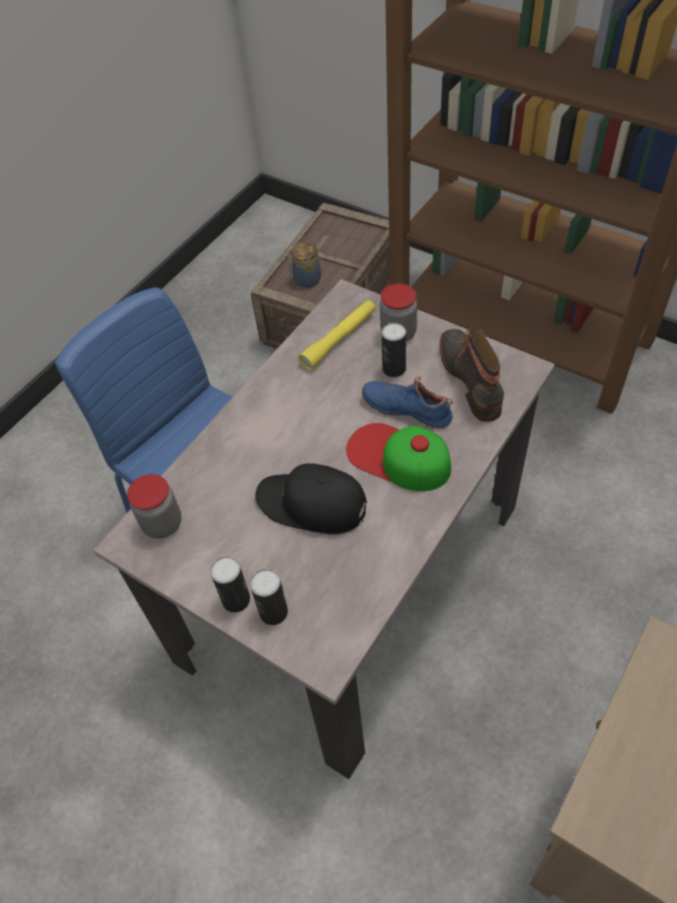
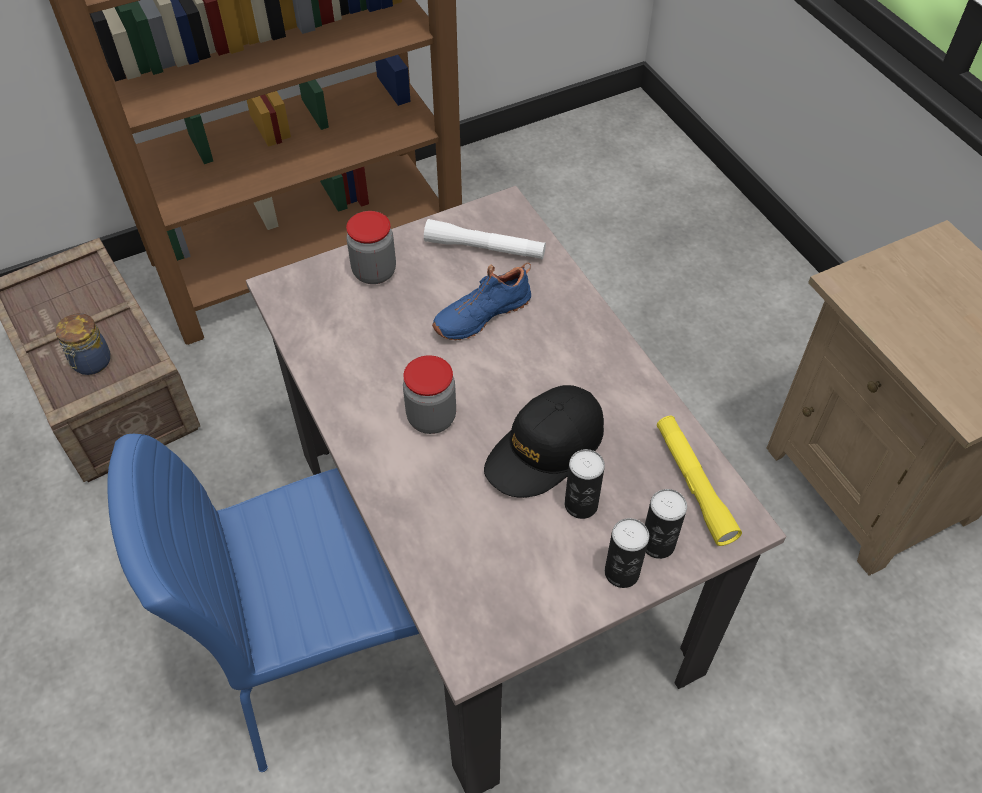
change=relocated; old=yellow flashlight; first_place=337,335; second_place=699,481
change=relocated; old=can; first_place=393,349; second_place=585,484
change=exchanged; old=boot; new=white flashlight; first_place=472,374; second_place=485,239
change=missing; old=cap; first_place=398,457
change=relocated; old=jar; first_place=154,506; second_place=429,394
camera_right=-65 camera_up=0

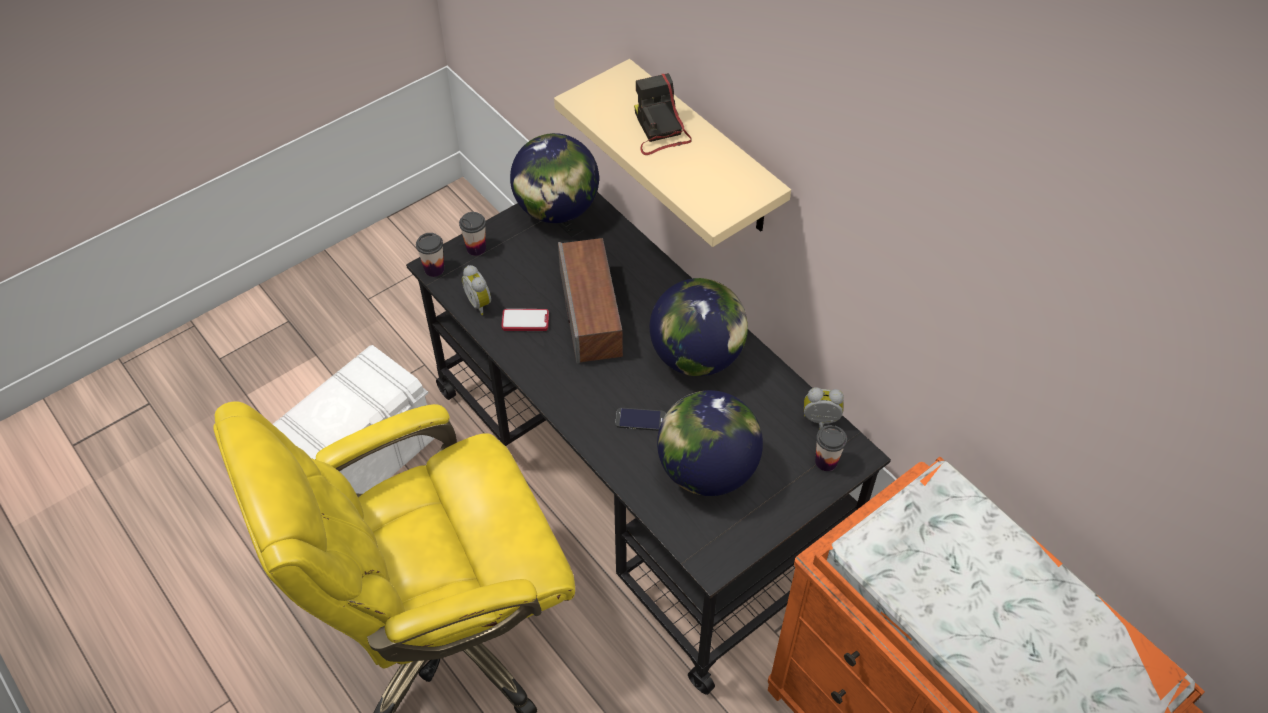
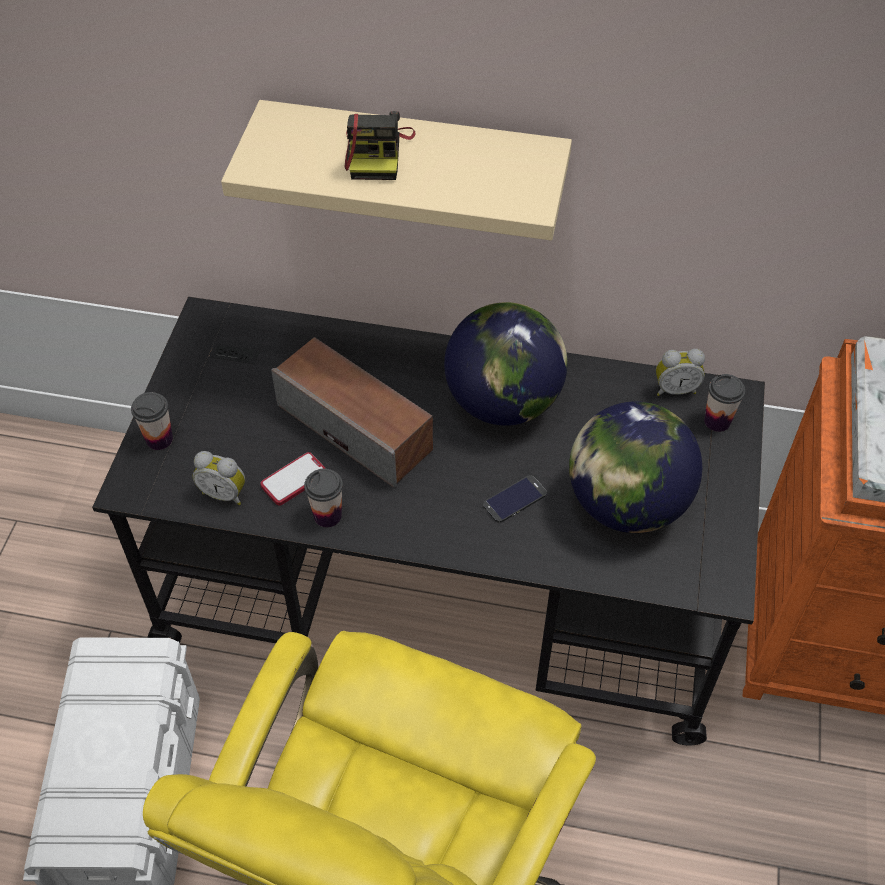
change=spun; old=photo camera; first_place=662,114; second_place=380,145; degrees=-120
change=missing; old=globe; first_place=554,178
change=relocated; old=cup; first_place=430,255; second_place=323,497
change=spun; old=alarm clock; first_place=824,408; second_place=680,372; degrees=-150
camera_right=-40 camera_up=0

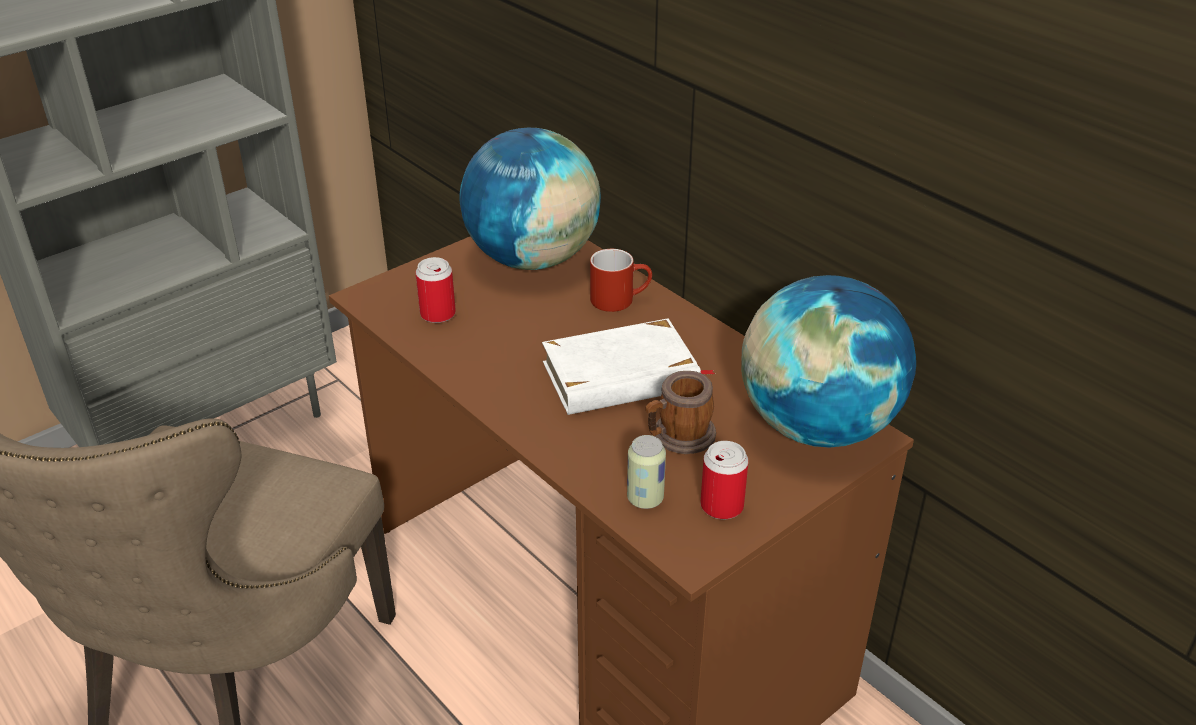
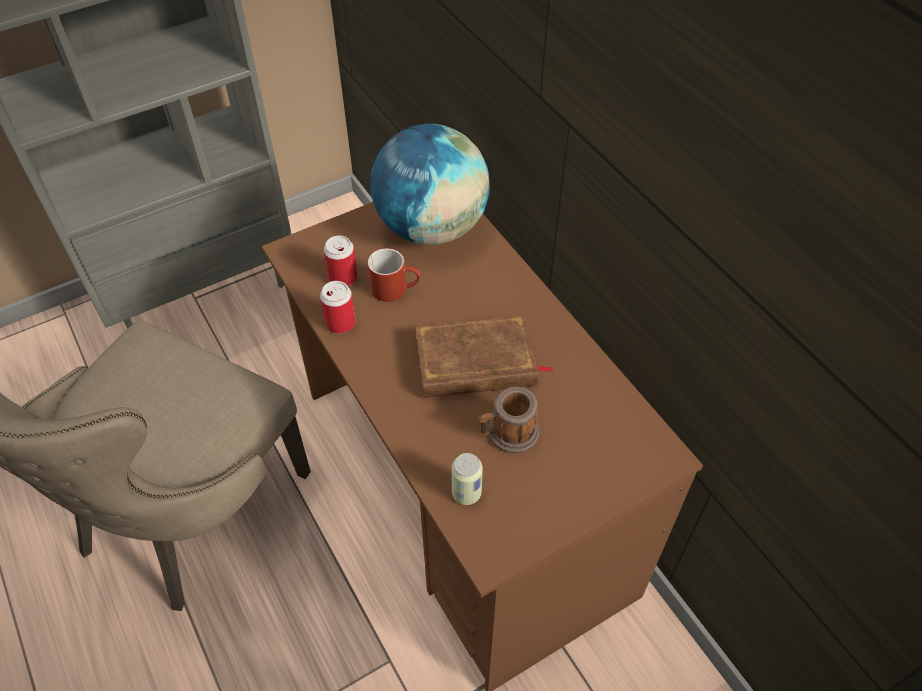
change=relocated; old=red mug; first_place=621,280; second_place=394,275
change=missing; old=globe; first_place=828,361
change=colour; old=white book; new=brown book; first_place=628,367; second_place=484,356
change=relocated; old=can; first_place=724,480; second_place=338,307
camera_right=10 camera_up=15

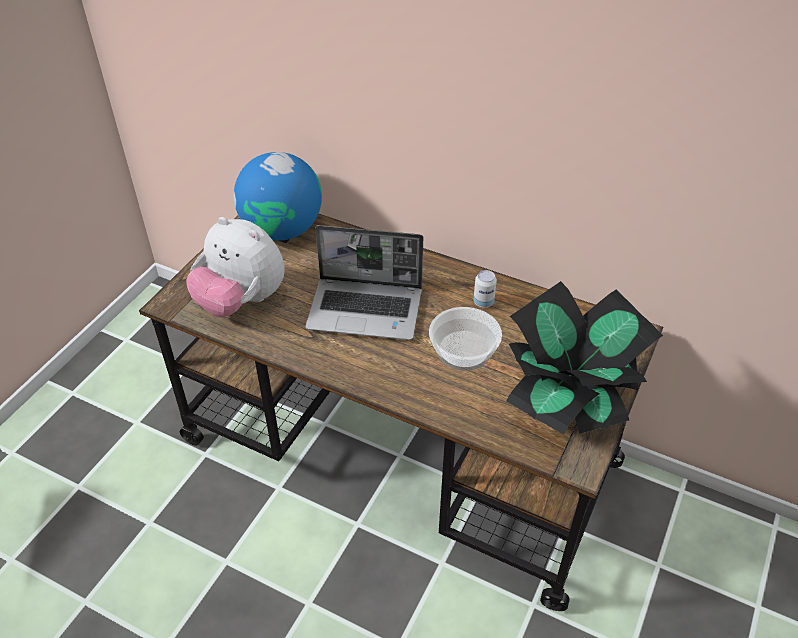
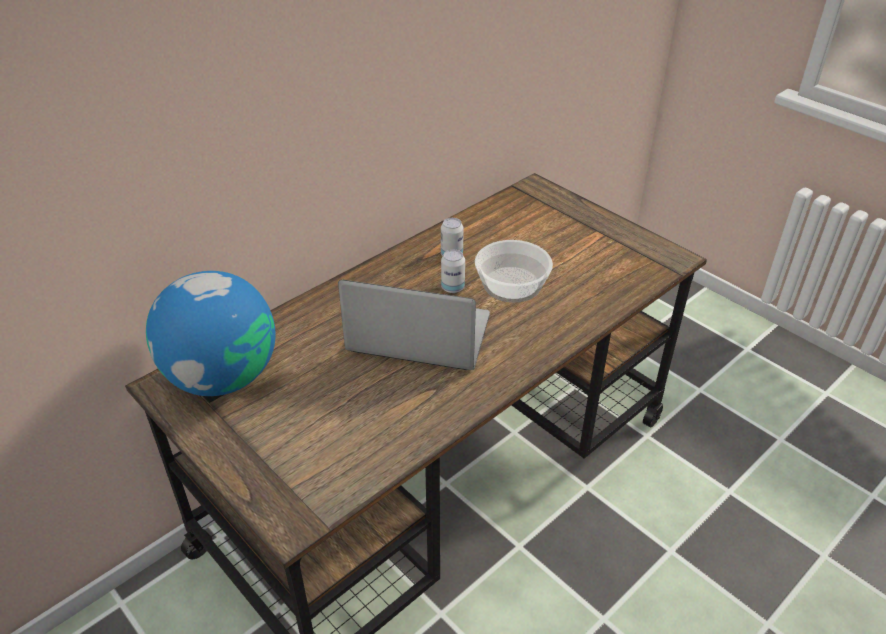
change=missing; old=plush toy; first_place=235,267
change=spun; old=laptop; first_place=364,282; second_place=414,325; degrees=-105
change=missing; old=potted plant; first_place=584,358
change=appeared; new=can; second_place=453,271
camera_right=-70 camera_up=-5

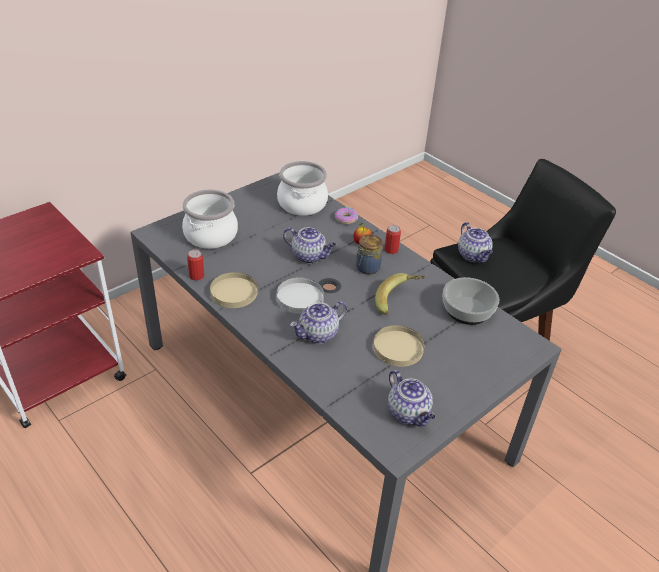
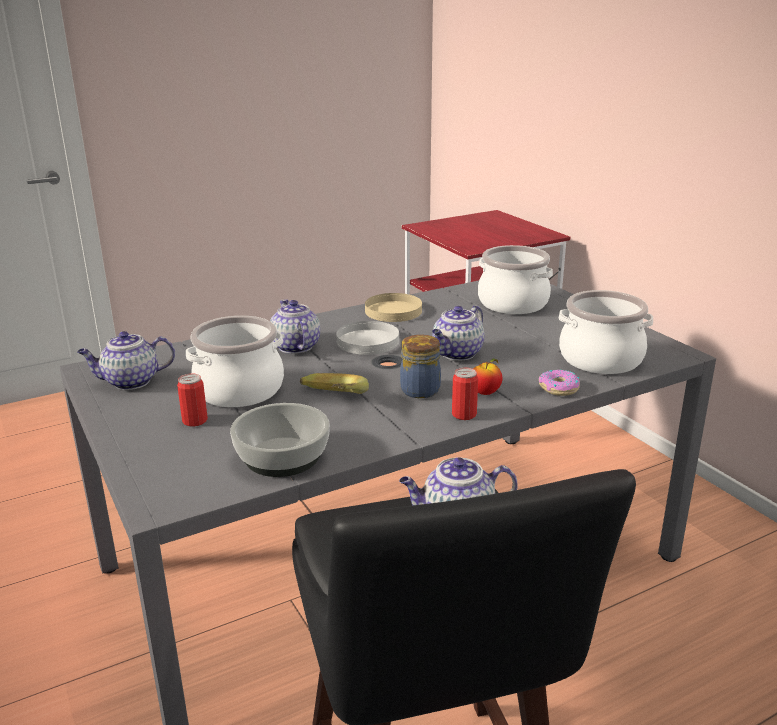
change=relocated; old=can; first_place=195,265; second_place=192,399
change=exchanged; old=beige plate; new=cooking pot; first_place=398,346; second_place=235,361
camera_right=105 camera_up=-15

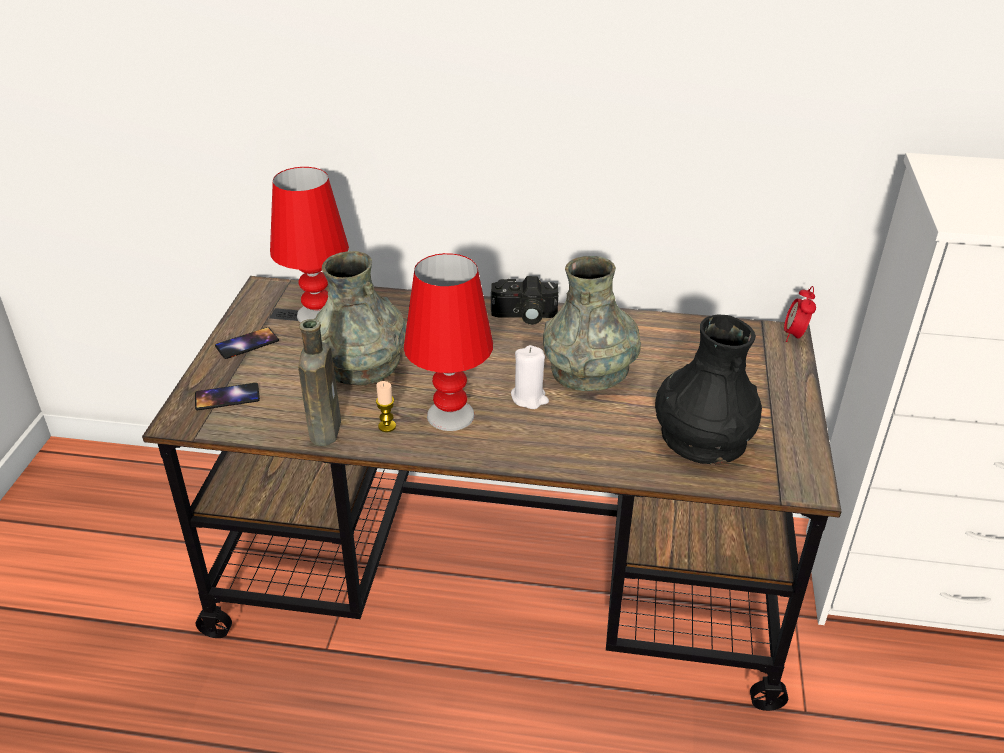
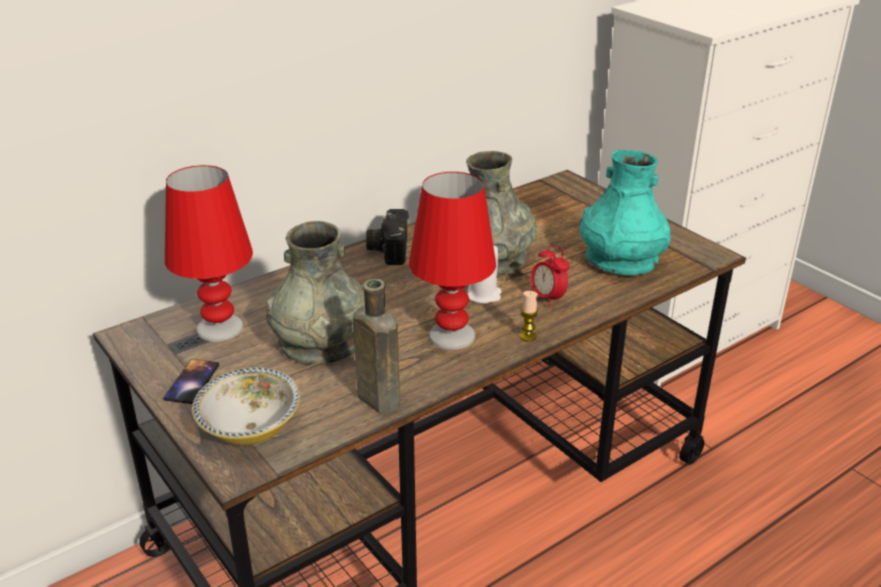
change=spun; old=photo camera; first_place=524,300; second_place=387,237; degrees=135
change=relocated; old=alarm clock; first_place=800,314; second_place=550,275
change=colour; old=black vase; new=turquoise vase; first_place=708,389; second_place=625,212
change=relocated; old=candle; first_place=386,406; second_place=528,316
change=exchanged; old=phone; new=bowl; first_place=227,396; second_place=246,406
camera_right=-45 camera_up=-5

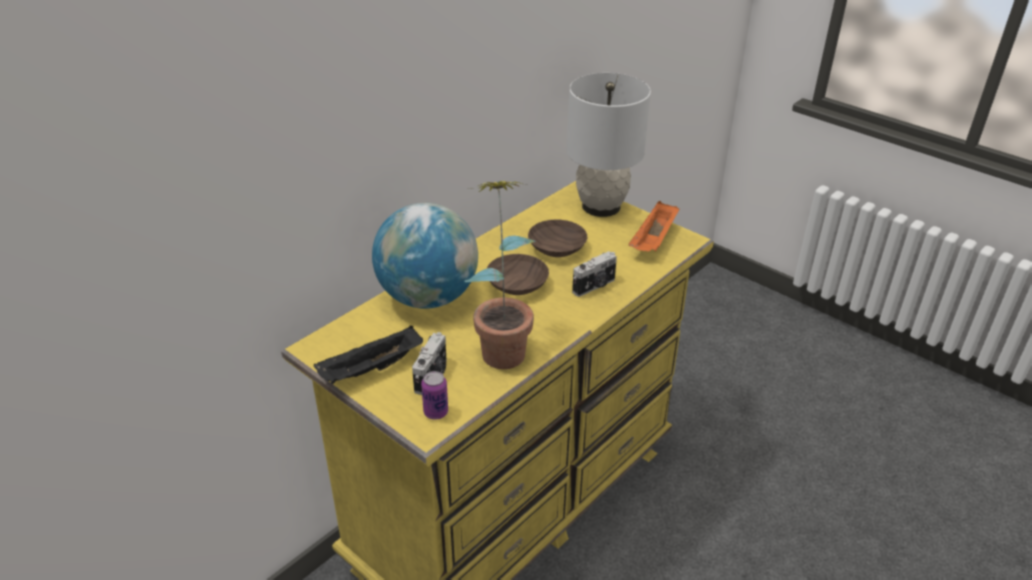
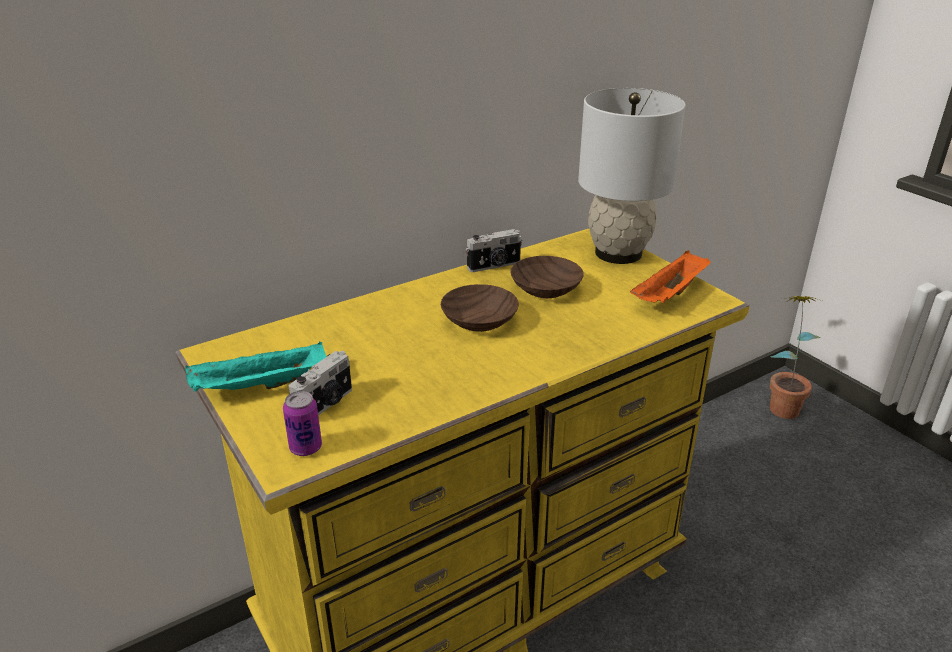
change=relocated; old=potted plant; first_place=500,275; second_place=796,357
change=missing; old=globe; first_place=425,256
change=relocated; old=photo camera; first_place=594,274; second_place=494,250
change=colour; old=black tray; new=turquoise tray; first_place=368,355; second_place=255,366
camera_right=15 camera_up=-5

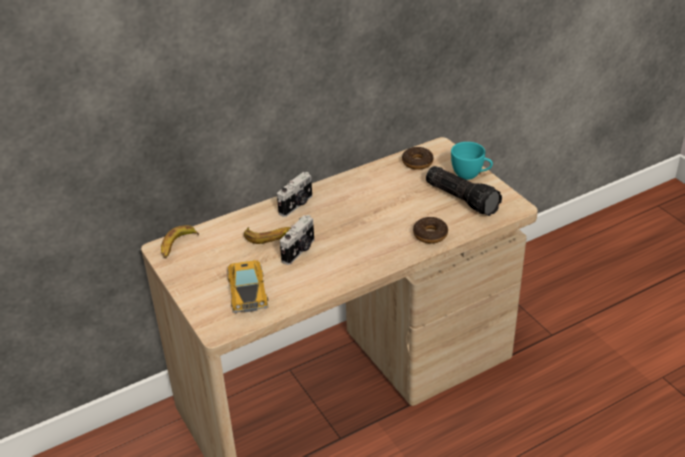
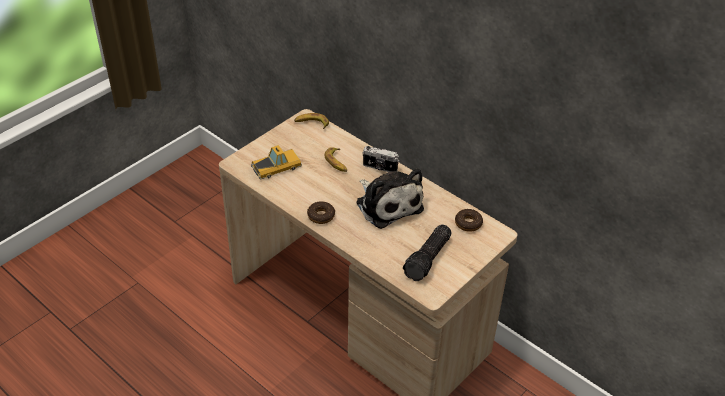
change=missing; old=turquoise cup; first_place=472,161
change=missing; old=photo camera; first_place=297,240
change=relocated; old=donut; first_place=430,230; second_place=321,212
change=appeared; new=plush toy; second_place=390,198
camera_right=70 camera_up=5

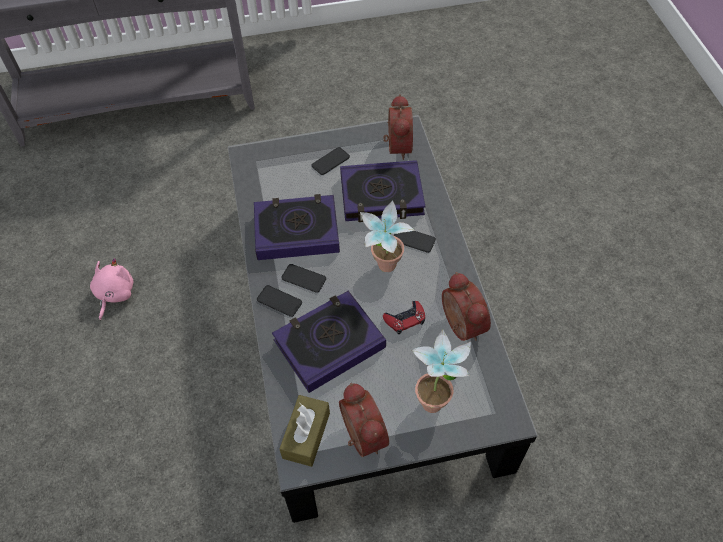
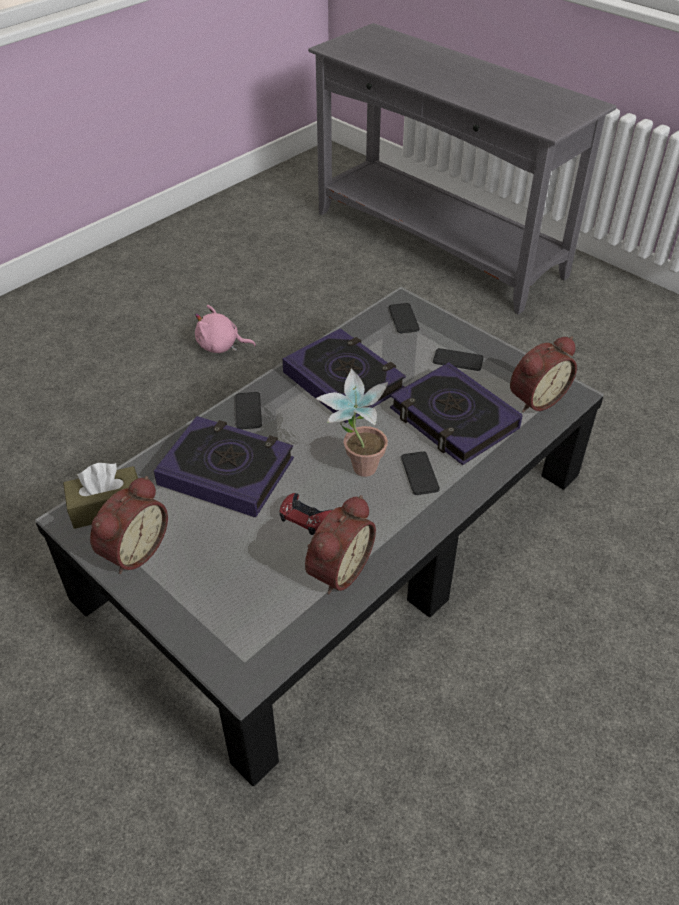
change=spun; old=pink plush toy; first_place=112,289; second_place=225,329; degrees=-150
change=relocated; old=phone; first_place=303,278; second_place=404,318
change=missing; old=potted plant; first_place=441,371
camera_right=55 camera_up=-10

